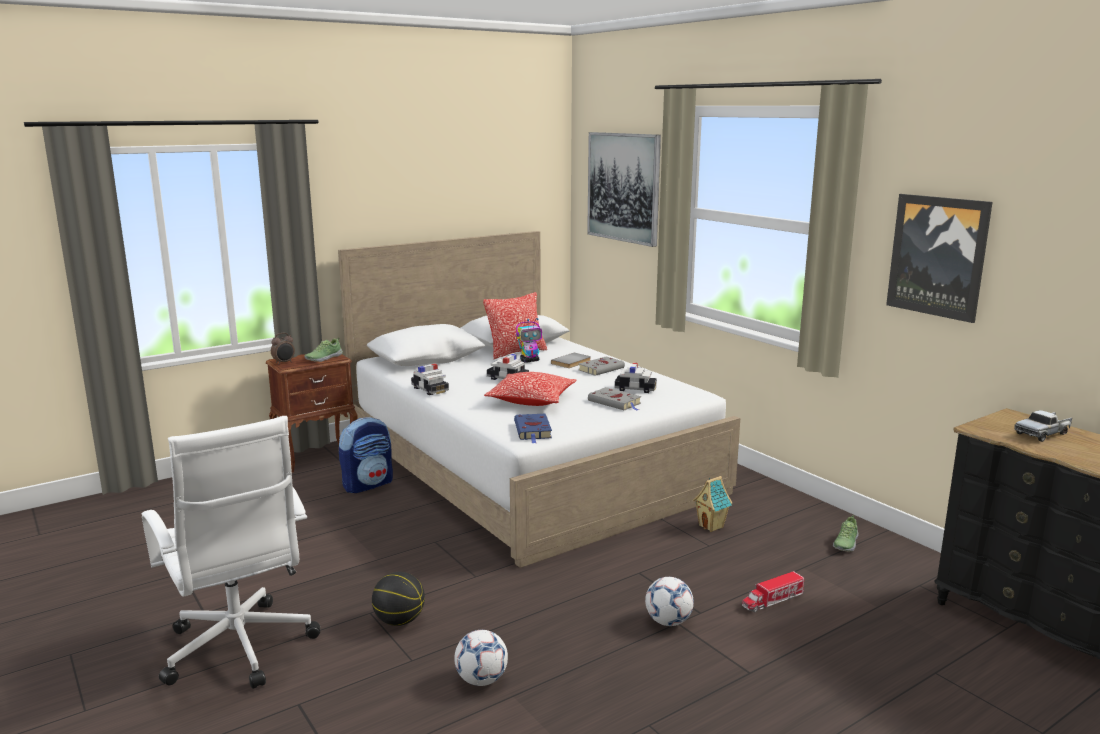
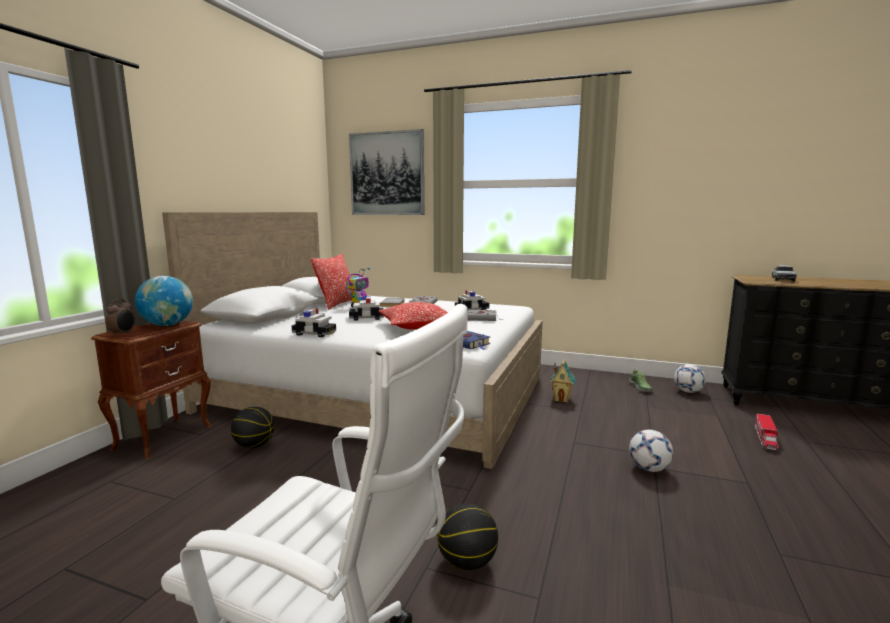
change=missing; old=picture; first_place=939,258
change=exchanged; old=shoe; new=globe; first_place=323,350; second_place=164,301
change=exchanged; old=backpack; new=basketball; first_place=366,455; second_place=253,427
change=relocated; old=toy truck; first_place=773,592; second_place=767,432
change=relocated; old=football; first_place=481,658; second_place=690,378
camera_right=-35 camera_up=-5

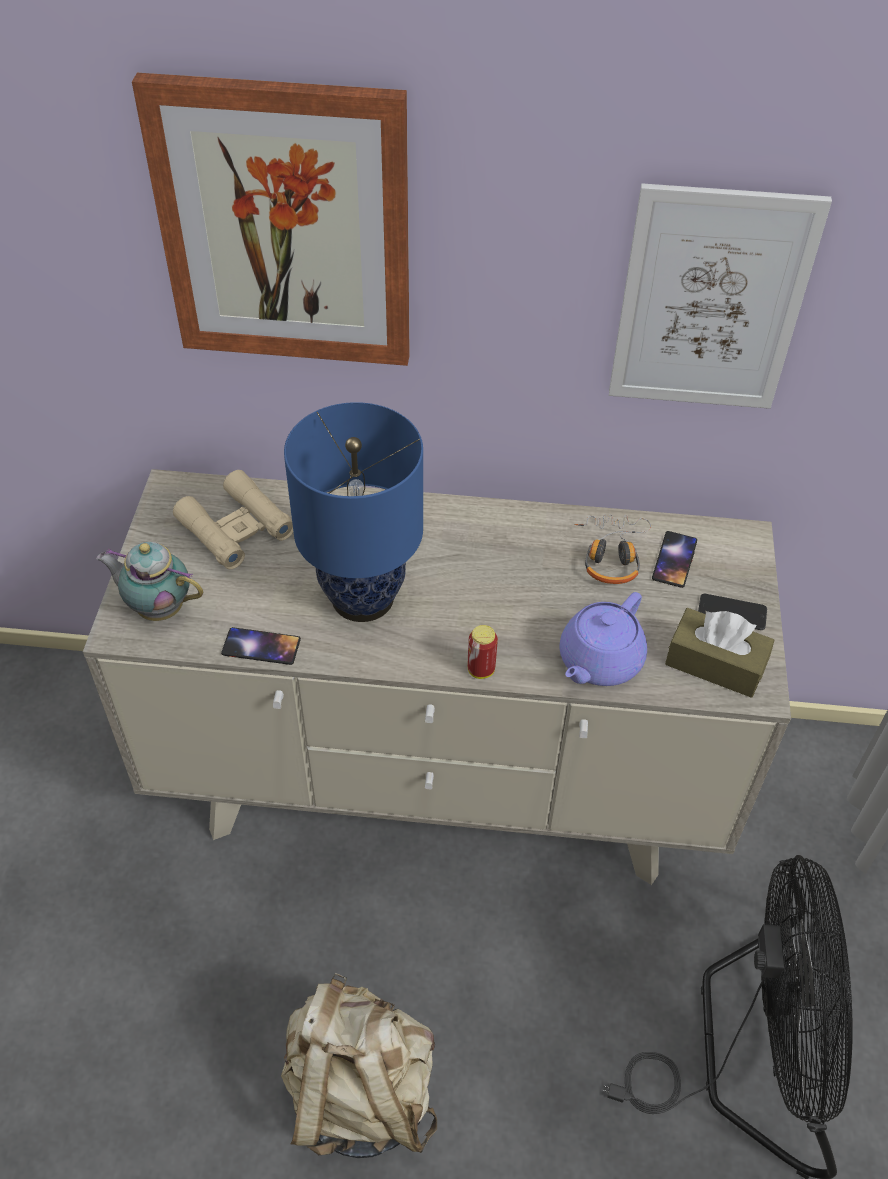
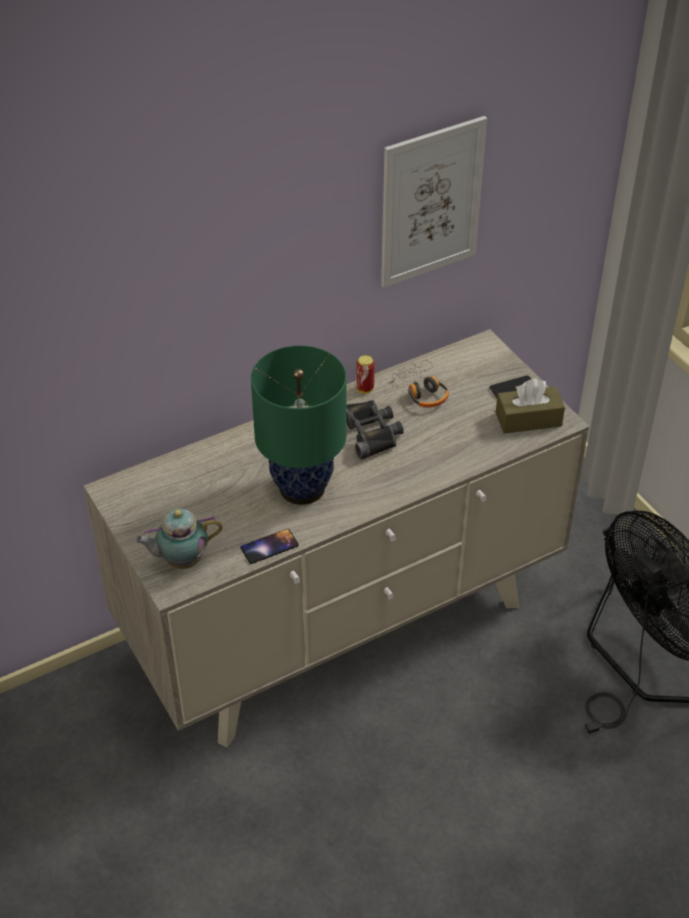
change=missing; old=picture; first_place=271,219
change=colour; old=blue table lamp; new=green table lamp; first_place=353,512; second_place=299,425
change=missing; old=beige binoculars; first_place=233,519
change=missing; old=phone; first_place=674,559
change=missing; old=purple teapot; first_place=603,639
change=relocated; old=can; first_place=483,652; second_place=365,374
change=missing; old=beige backpack; first_place=359,1065
change=appeared; new=black binoculars; second_place=375,430
camera_right=-35 camera_up=-5

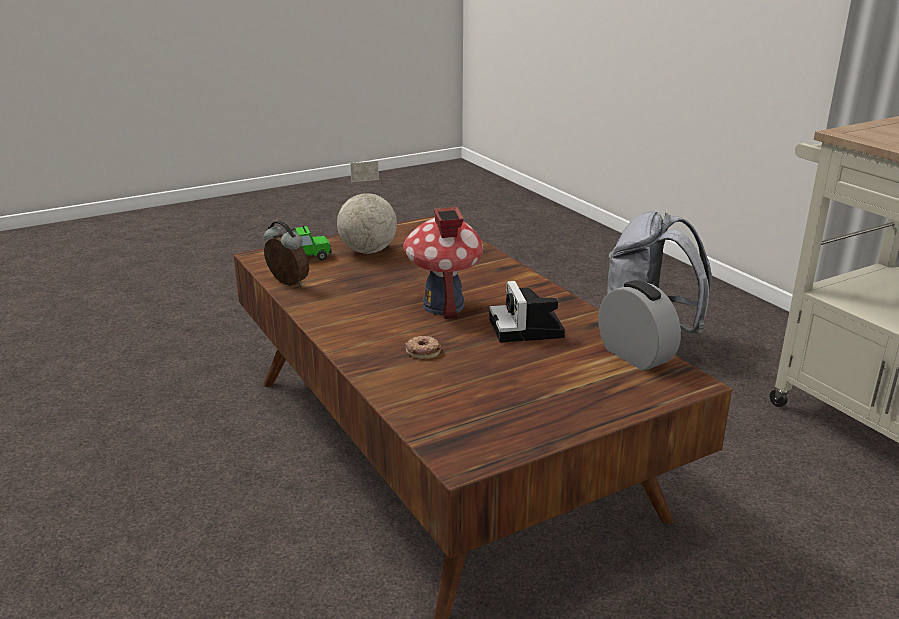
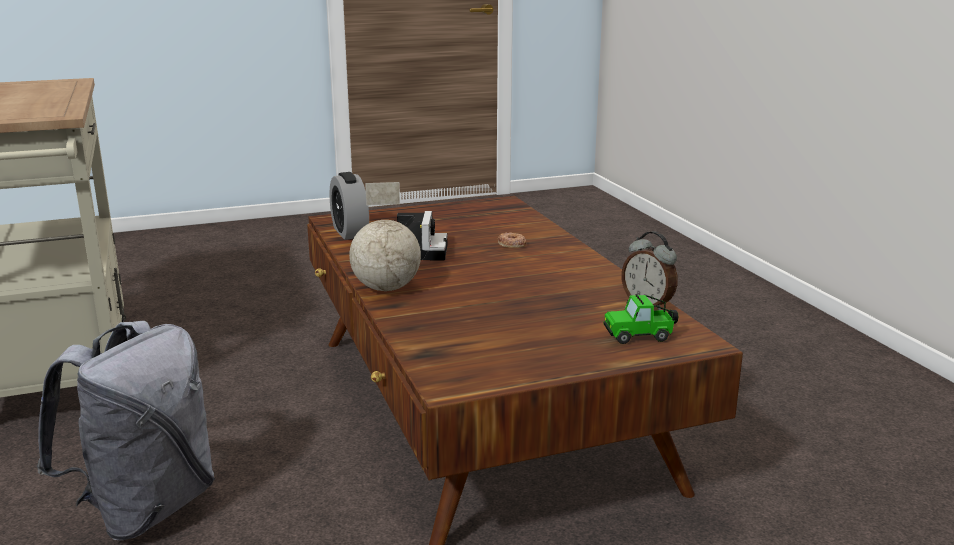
change=relocated; old=globe; first_place=367,207; second_place=385,236
change=missing; old=toy house; first_place=443,263
camera_right=-170 camera_up=-5

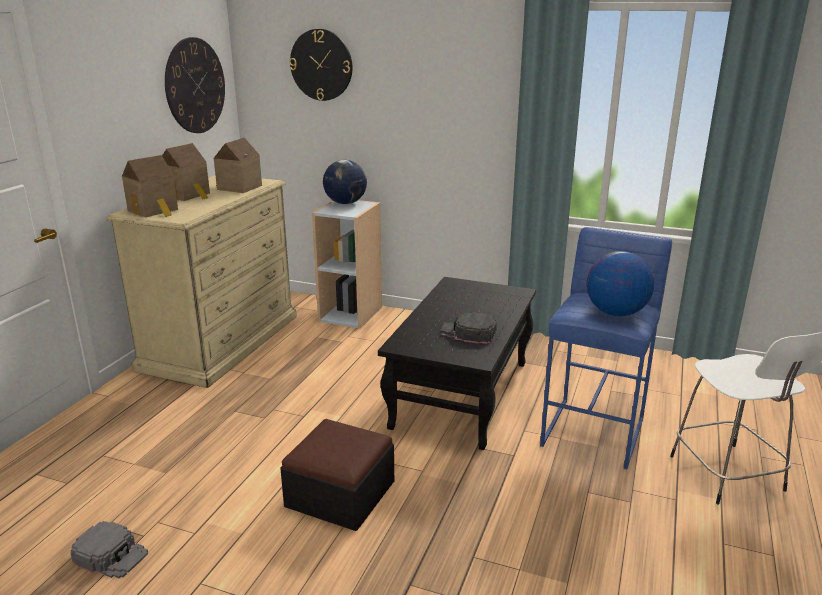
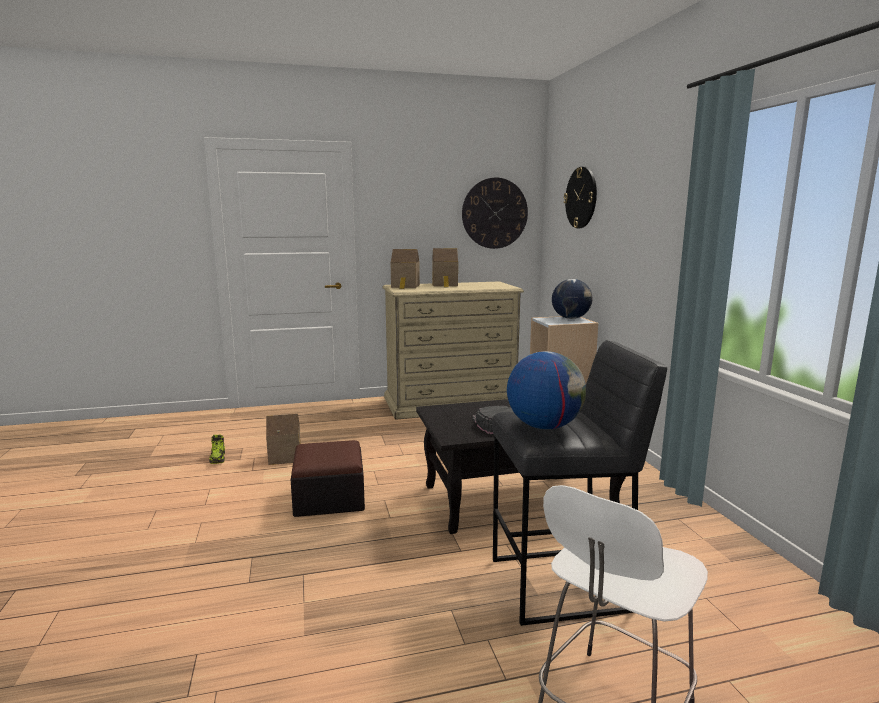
change=relocated; old=toy house; first_place=238,165; second_place=283,439
change=colour; old=blue stool; new=grey stool; first_place=606,348; second_place=579,483
change=exchanged; old=grey cap; new=shoe; first_place=109,549; second_place=217,449
camera_right=55 camera_up=-10

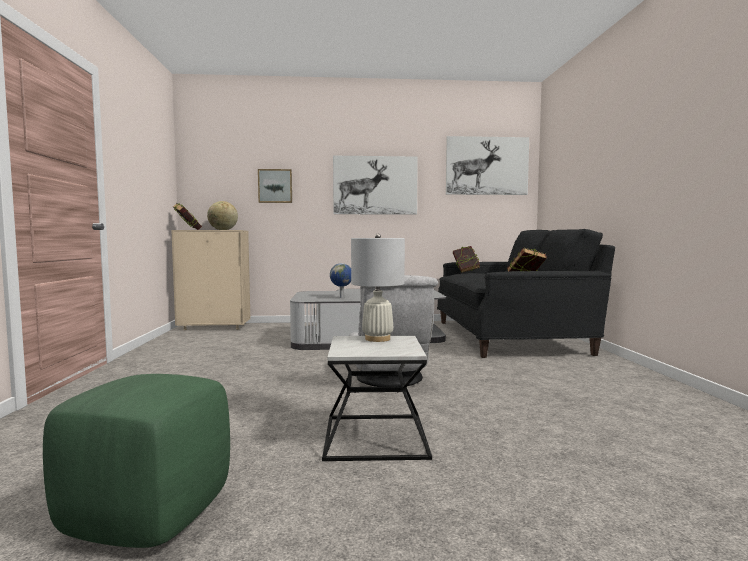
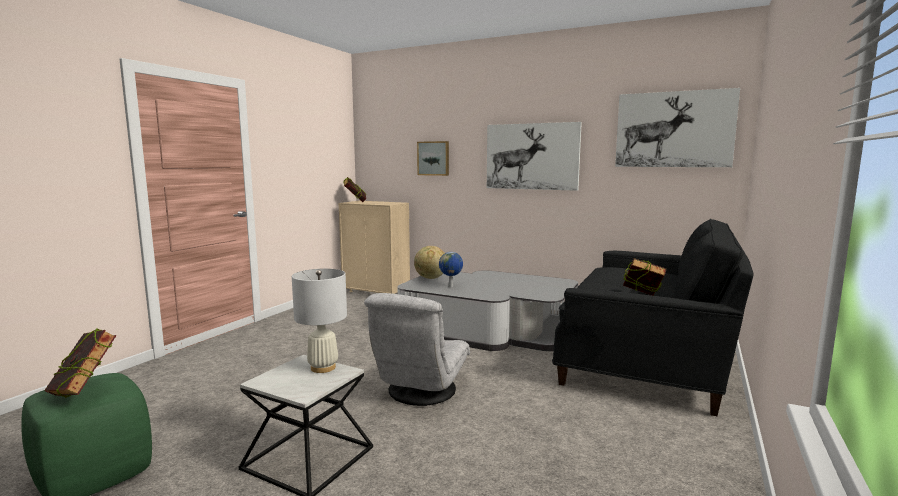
change=relocated; old=globe; first_place=222,215; second_place=429,262
change=relocated; old=book; first_place=466,259; second_place=80,363
camera_right=30 camera_up=5

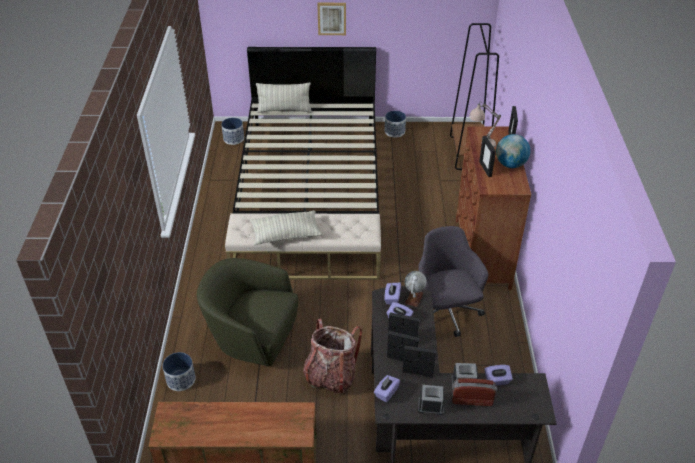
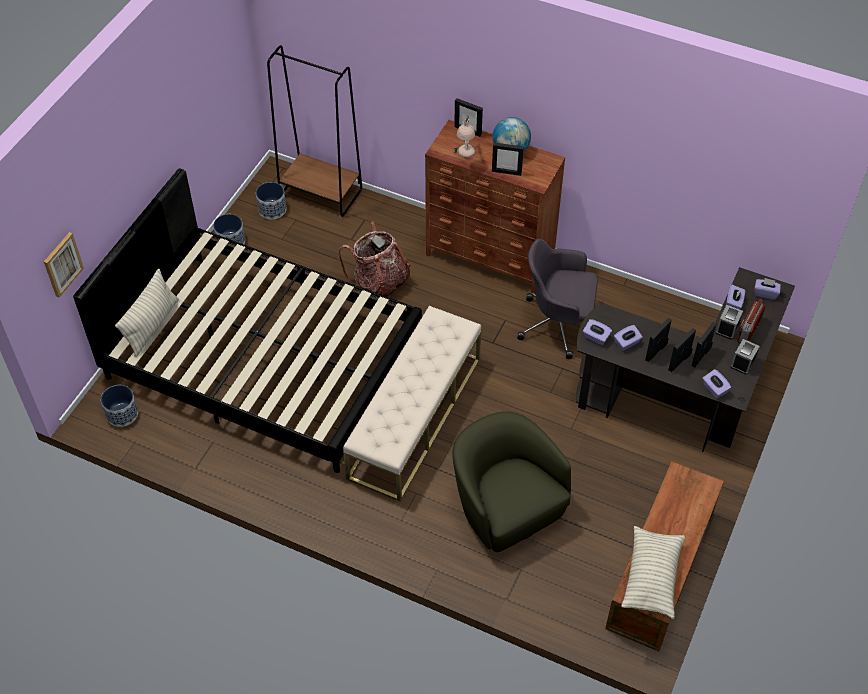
change=relocated; old=picture; first_place=331,19; second_place=64,265
change=relocated; old=pillow; first_place=286,227; second_place=653,572
change=spun; old=green armchair; first_place=247,312; second_place=511,481; degrees=105
change=missing; old=globe; first_place=416,289
change=relocated; old=backpack; first_place=332,356; second_place=374,259
change=relocated; old=planter; first_place=179,371; second_place=271,201
change=appeared; new=purple tissue box; second_place=767,289
camera_right=-65 camera_up=10

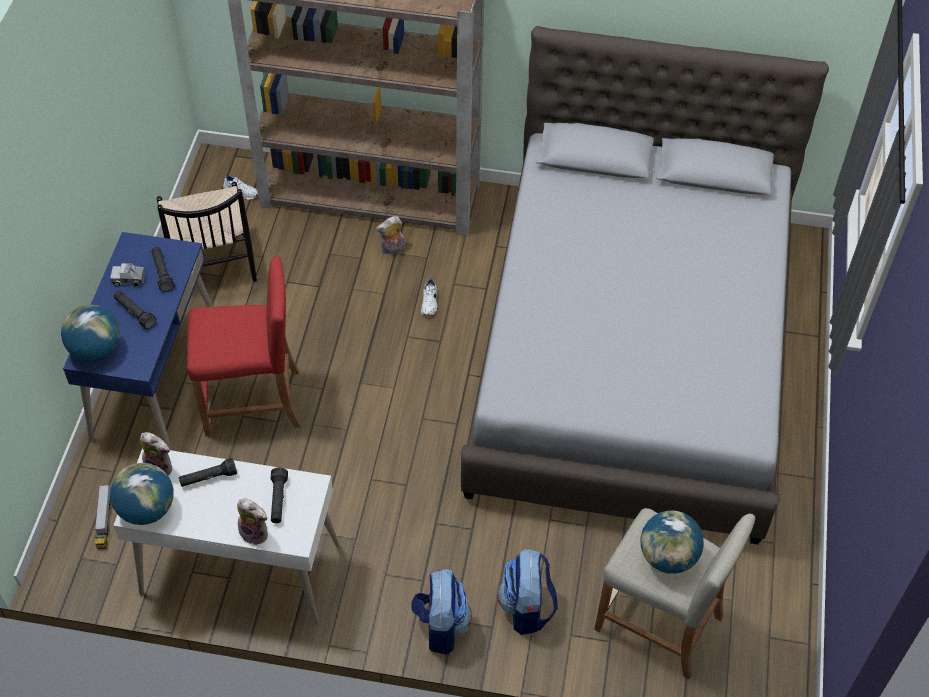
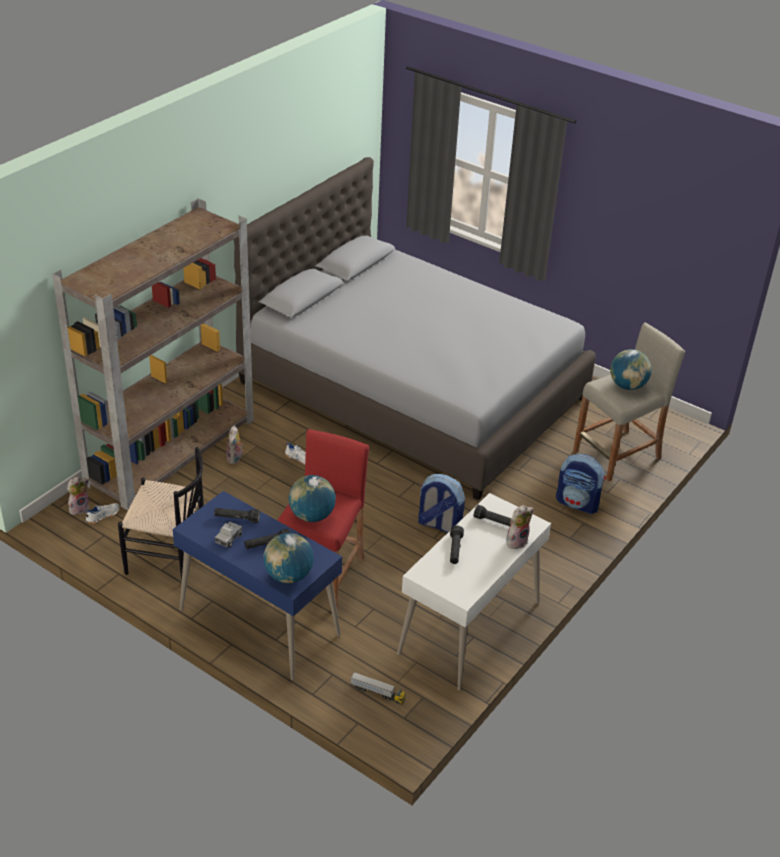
change=relocated; old=plush toy; first_place=156,454; second_place=78,495
change=relocated; old=globe; first_place=141,494; second_place=312,498
change=relocated; old=backpack; first_place=441,612; second_place=441,503
camera_right=-65 camera_up=-15

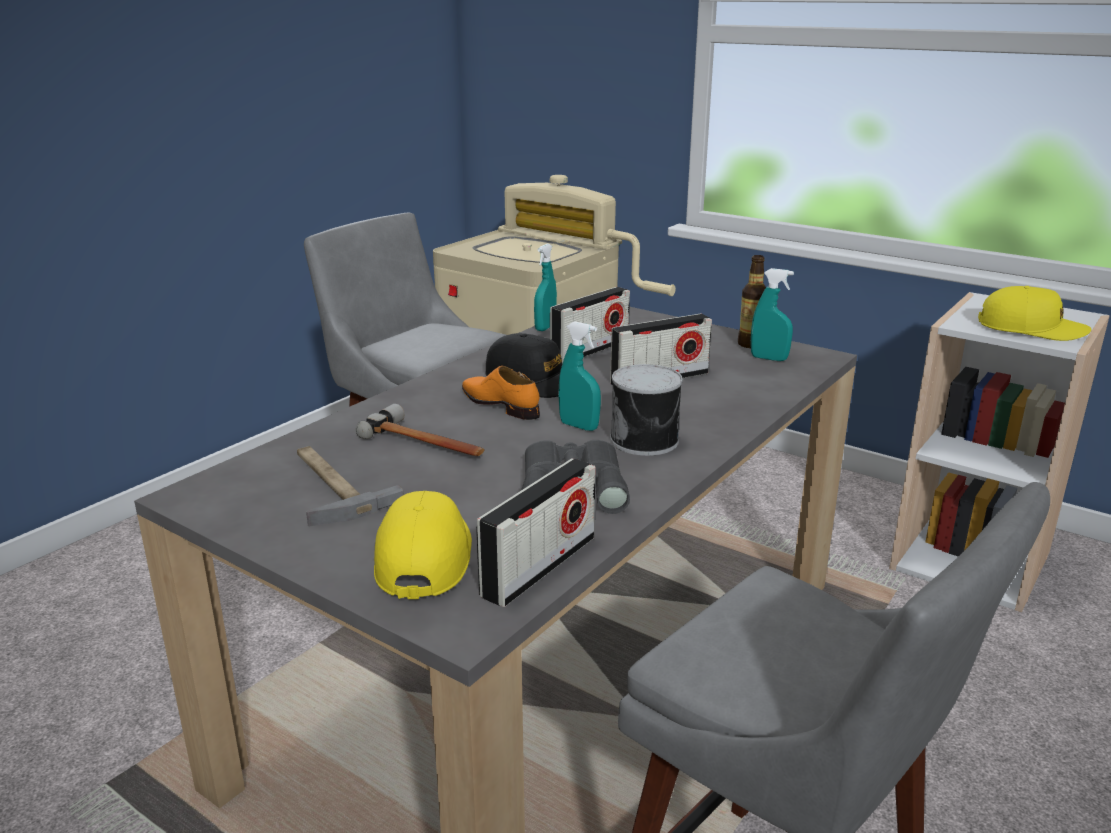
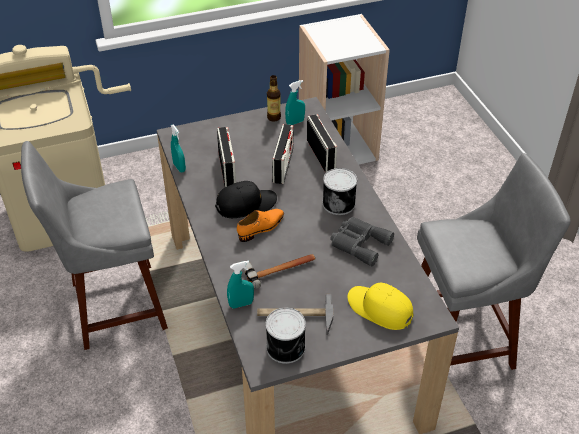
change=missing; old=yellow cap; first_place=1034,313
change=relocated; old=turquoise spray bottle; first_place=579,376; second_place=240,284
change=spun; old=orange shoe; first_place=501,393; second_place=260,225; degrees=150
change=relocated; old=radio; first_place=536,533; second_place=322,143
change=appeared; new=can; second_place=286,335
camera_right=-55 camera_up=20

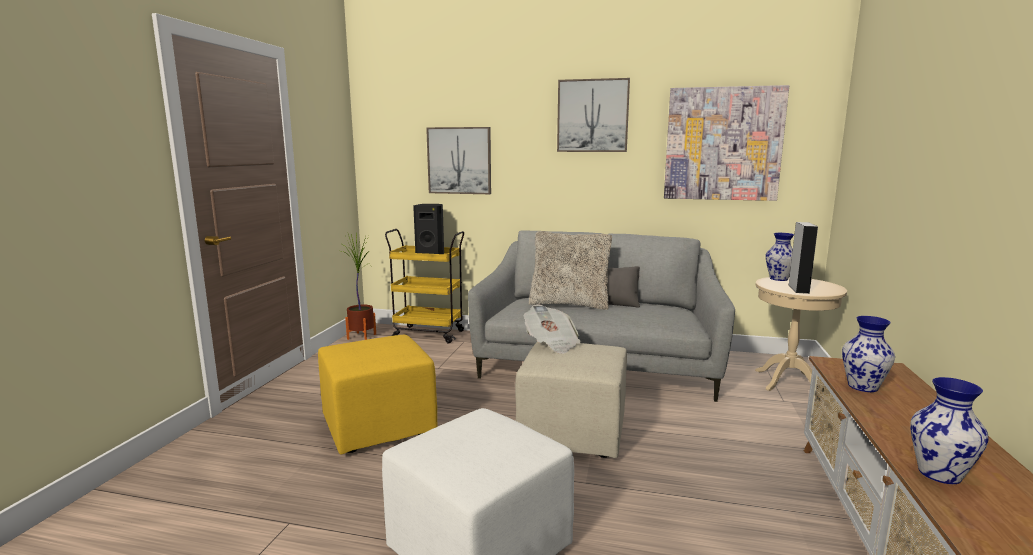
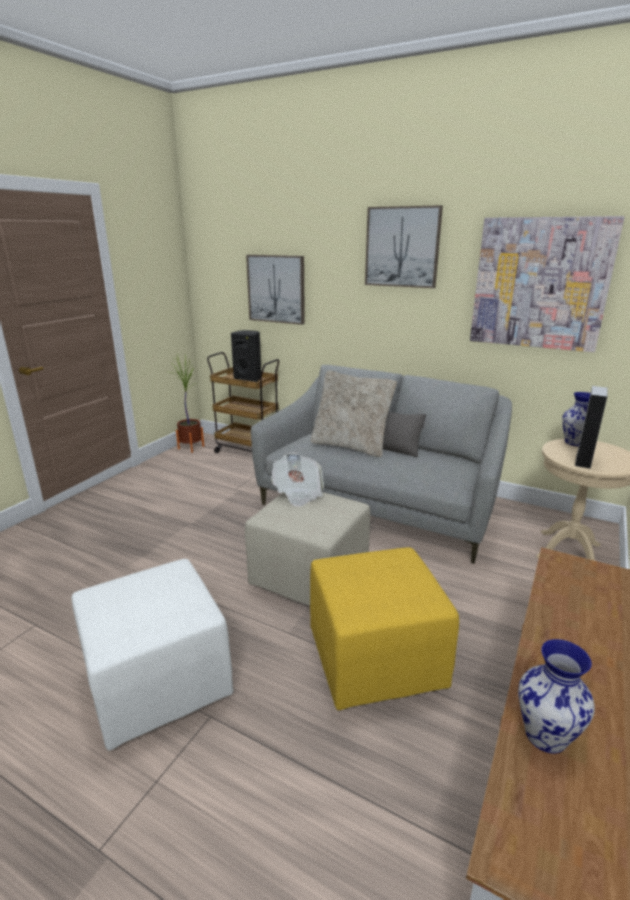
change=colour; old=yellow cart; new=brown cart; first_place=424,286; second_place=243,402
change=missing; old=vase; first_place=868,354
change=relocated; old=yellow ottoman; first_place=378,395; second_place=384,628
camera_right=15 camera_up=10

